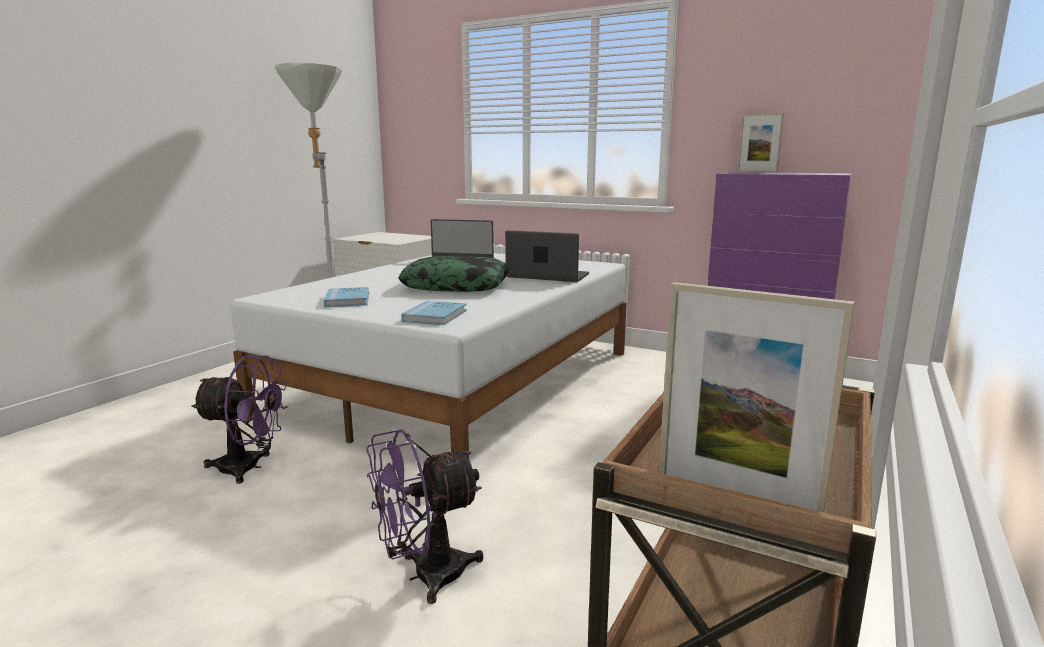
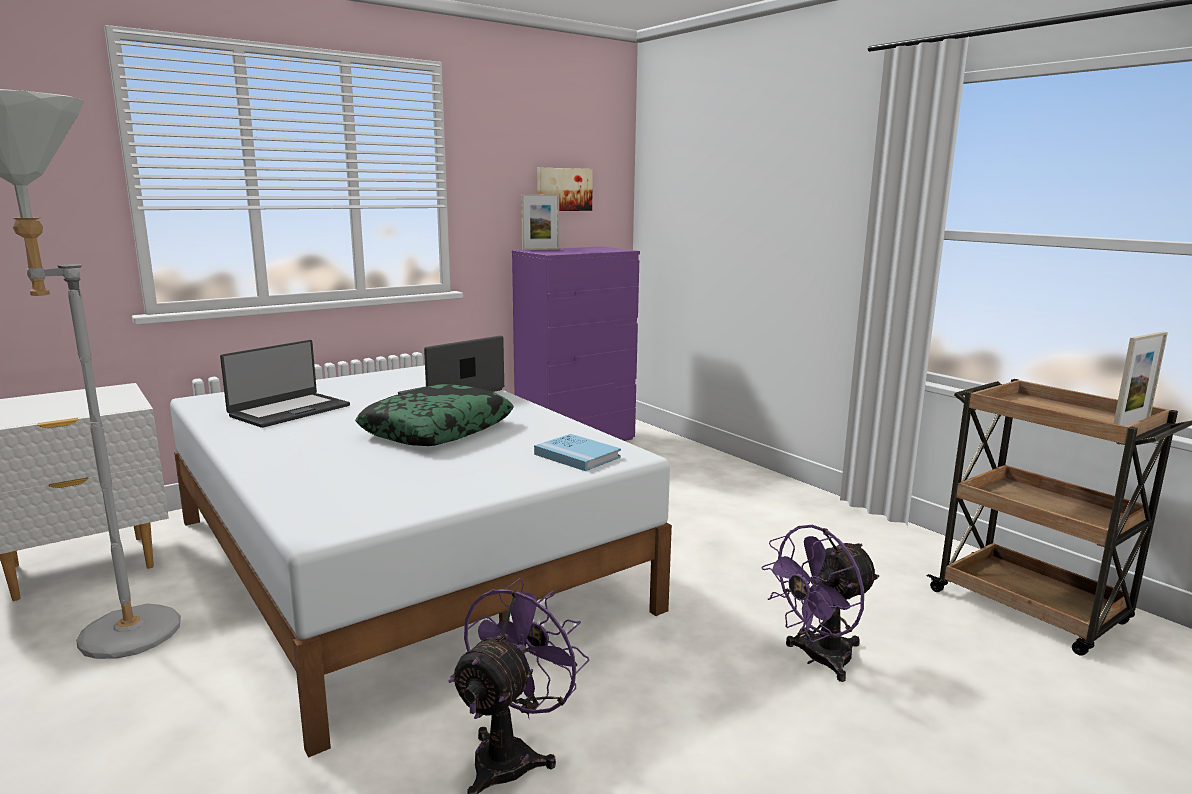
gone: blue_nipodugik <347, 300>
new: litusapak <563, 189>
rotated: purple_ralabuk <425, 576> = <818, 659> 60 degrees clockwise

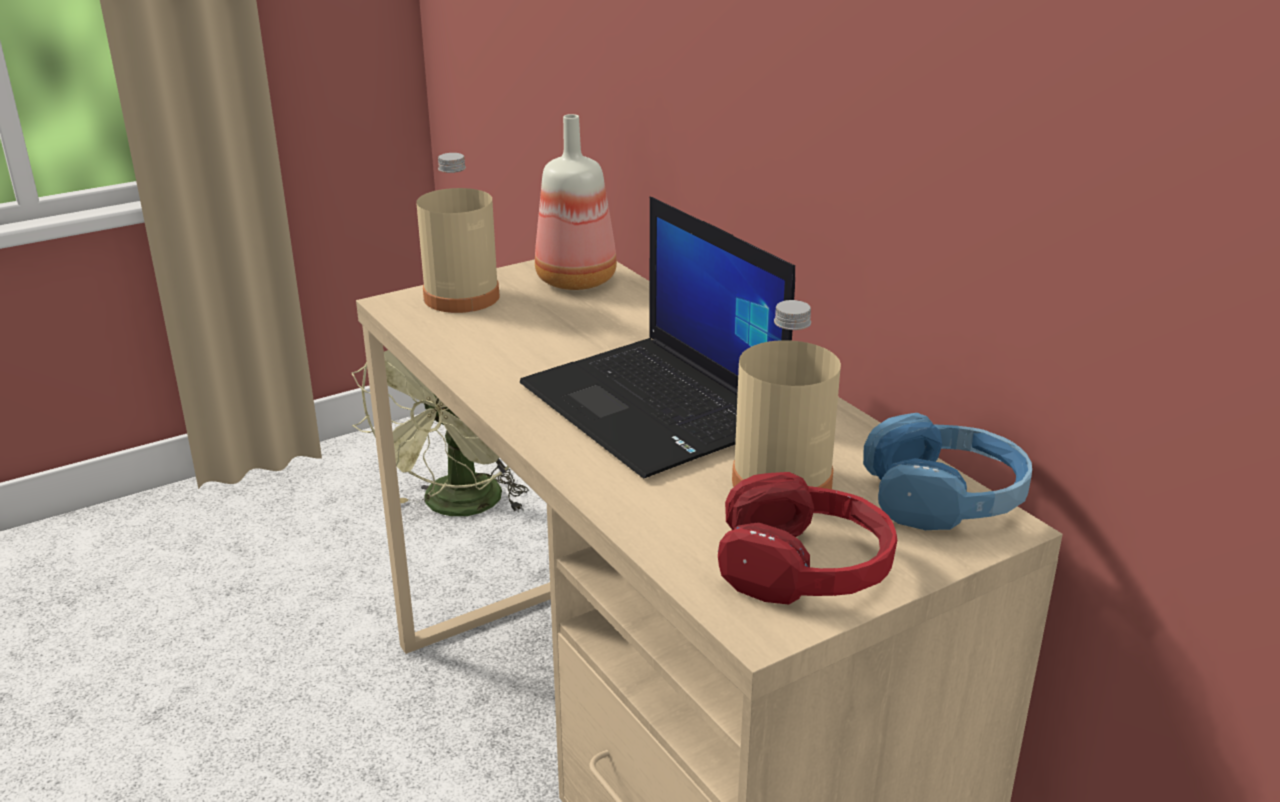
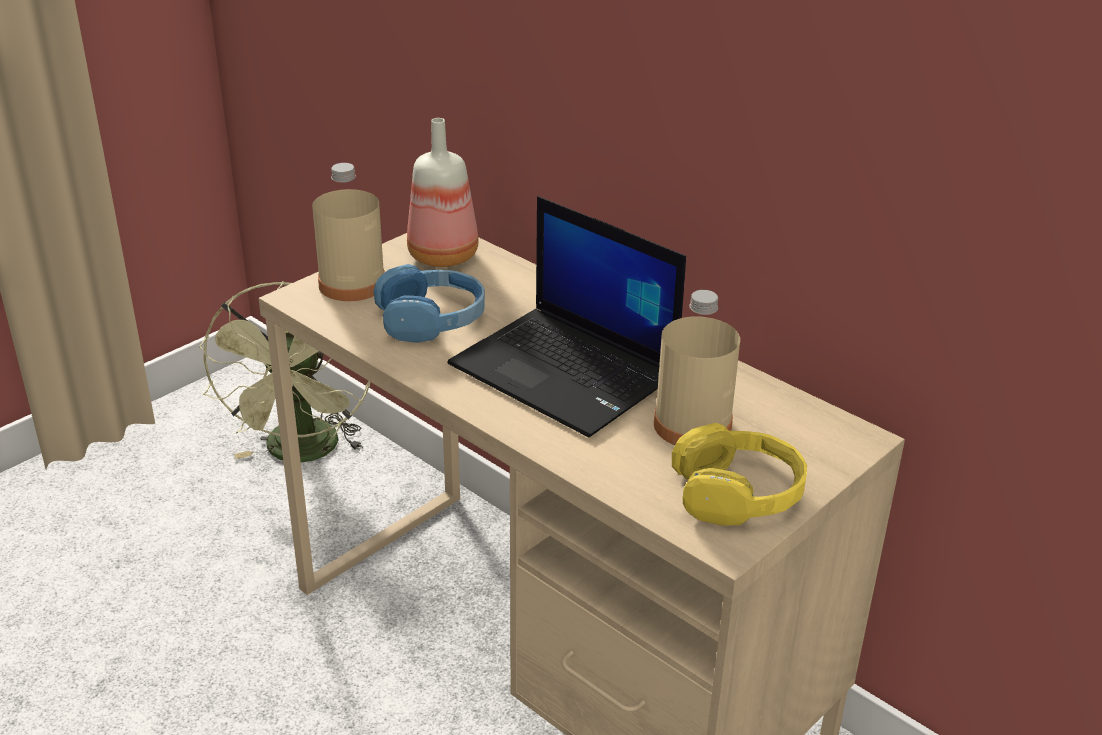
shifted: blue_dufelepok <945, 498> to <432, 319>
repainted: red_dufelepok <805, 568> to yellow_dufelepok <738, 494>

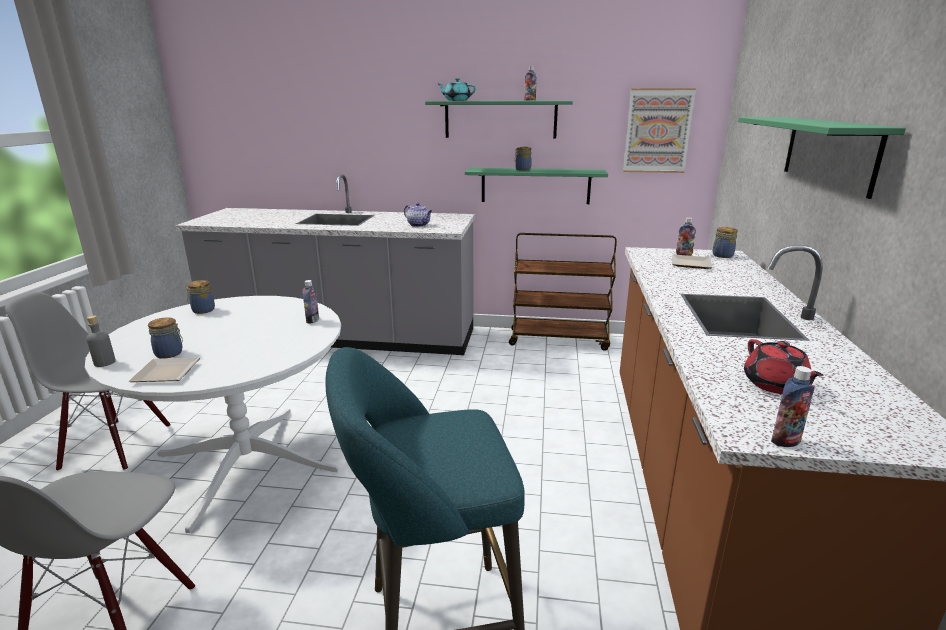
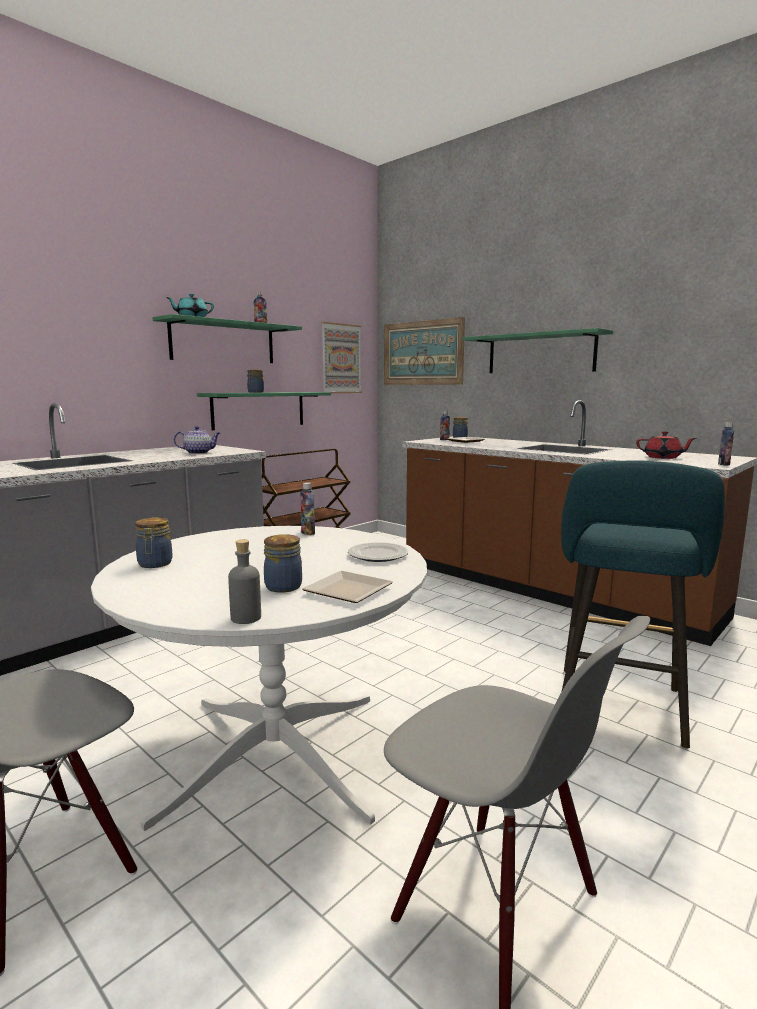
new: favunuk <378, 555>; litusapak <422, 353>

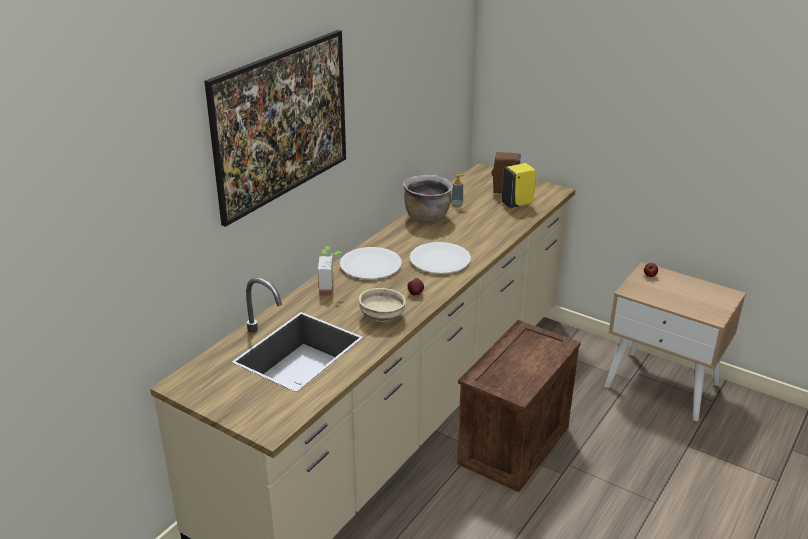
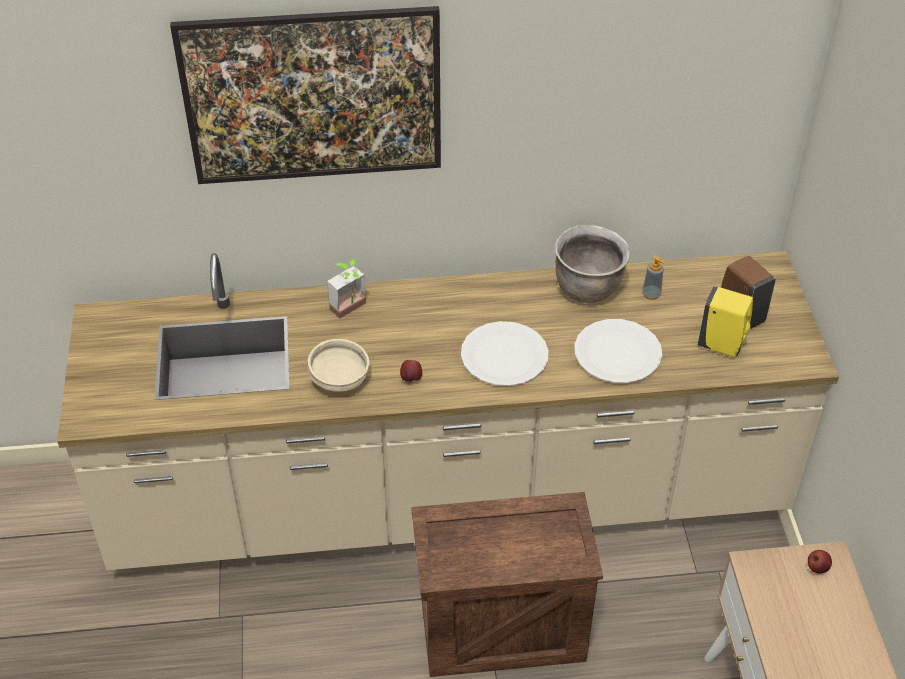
shifted: white_favunuk <371, 265> to <617, 353>

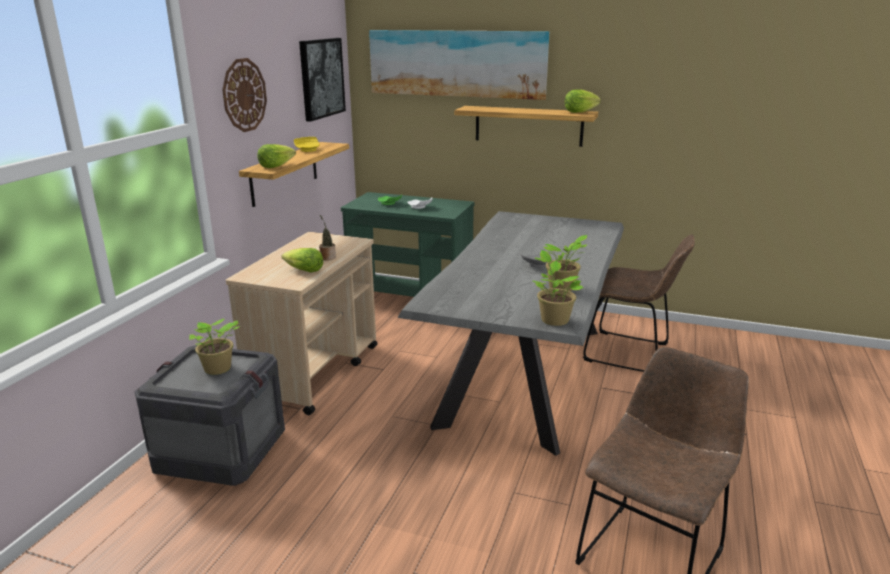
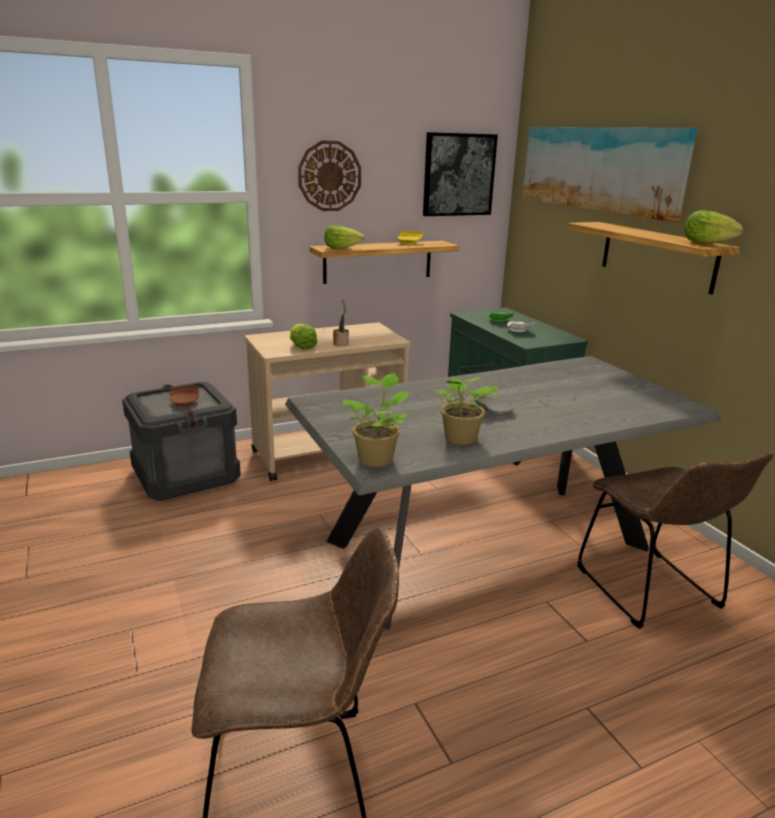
swapped: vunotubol <217, 370> to brown_favunuk <185, 402>

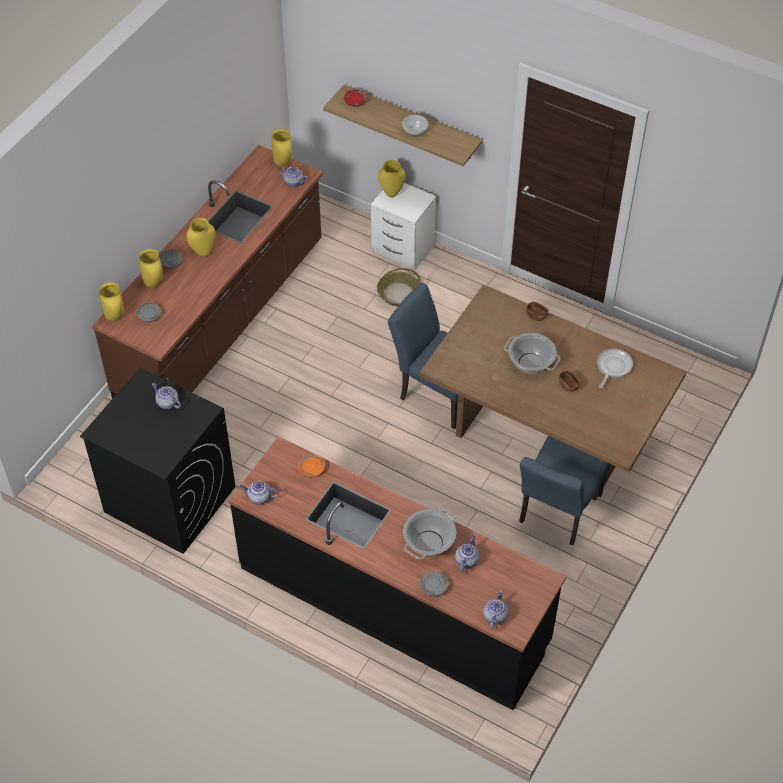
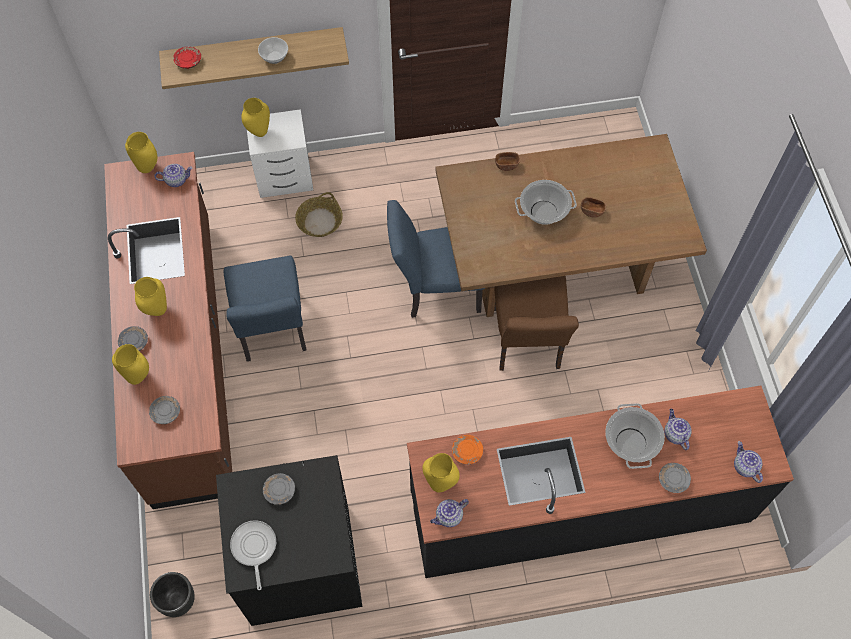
new: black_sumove <177, 601>; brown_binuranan <527, 344>
shifted: blue_binuranan <556, 513> to <272, 332>; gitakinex <613, 367> to <254, 548>; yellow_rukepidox <116, 317> to <440, 482>
swapped: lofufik <167, 403> to grey_favunuk <279, 491>

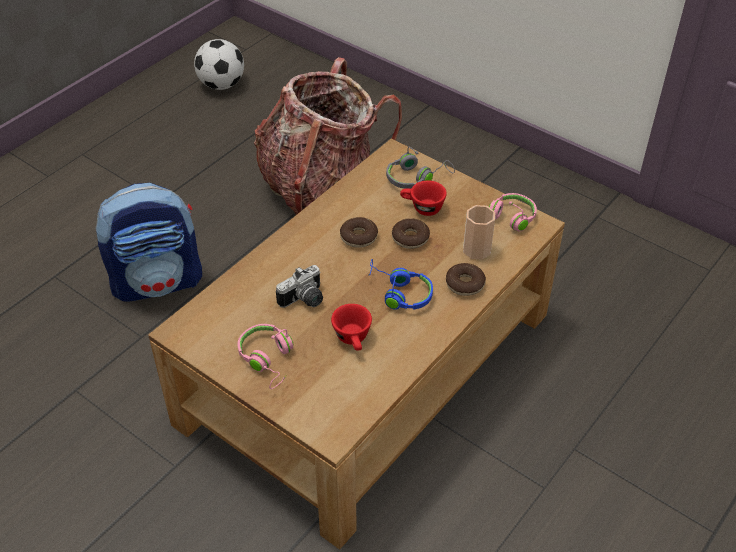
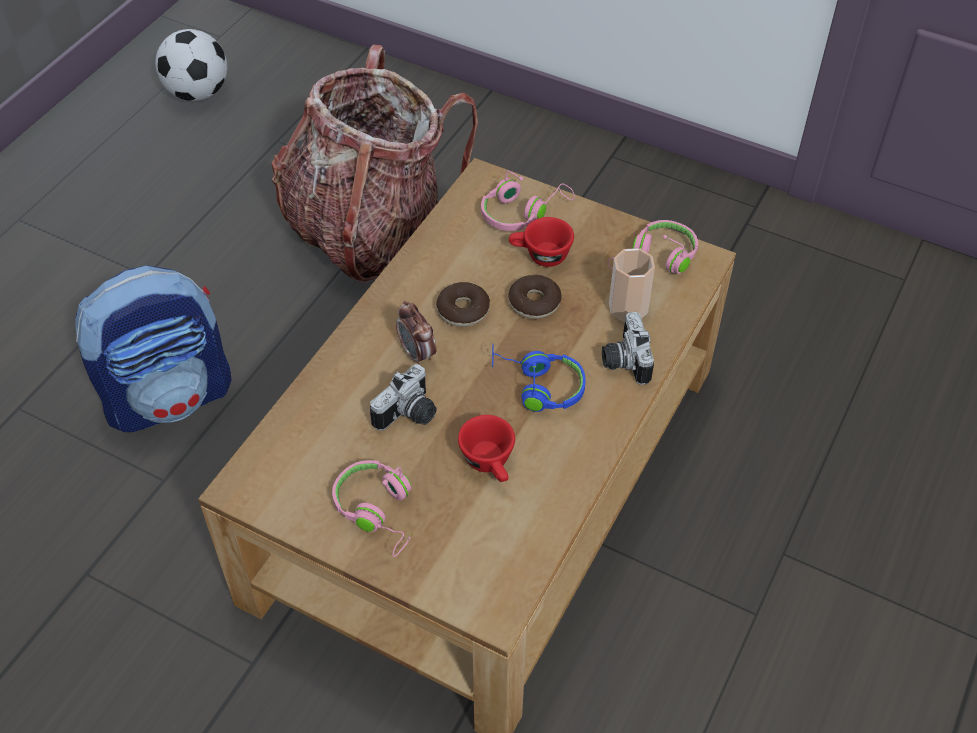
new: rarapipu <417, 354>
swapped: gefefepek <465, 284> to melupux <623, 360>
repainted: grey_dufelepok <416, 177> to pink_dufelepok <522, 212>

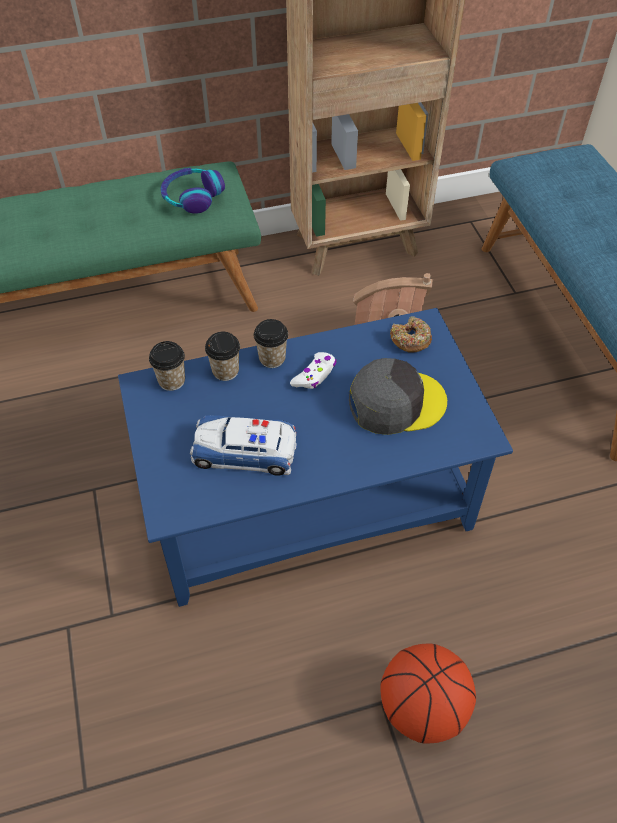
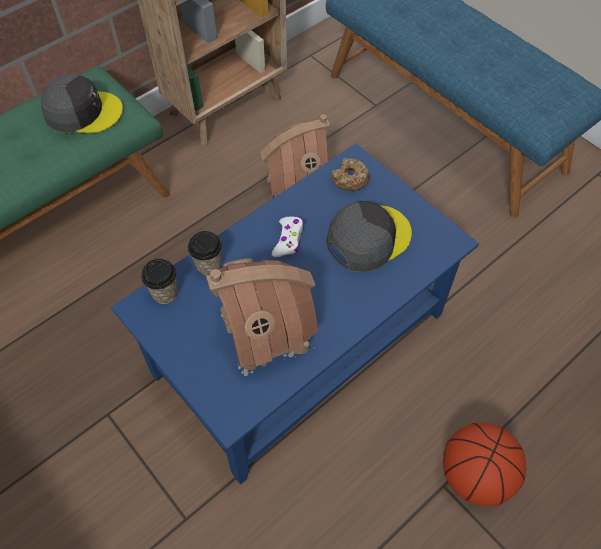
gone: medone <272, 358>
swapped: dufelepok <192, 197> to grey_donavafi <83, 111>; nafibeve <244, 450> to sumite <266, 331>

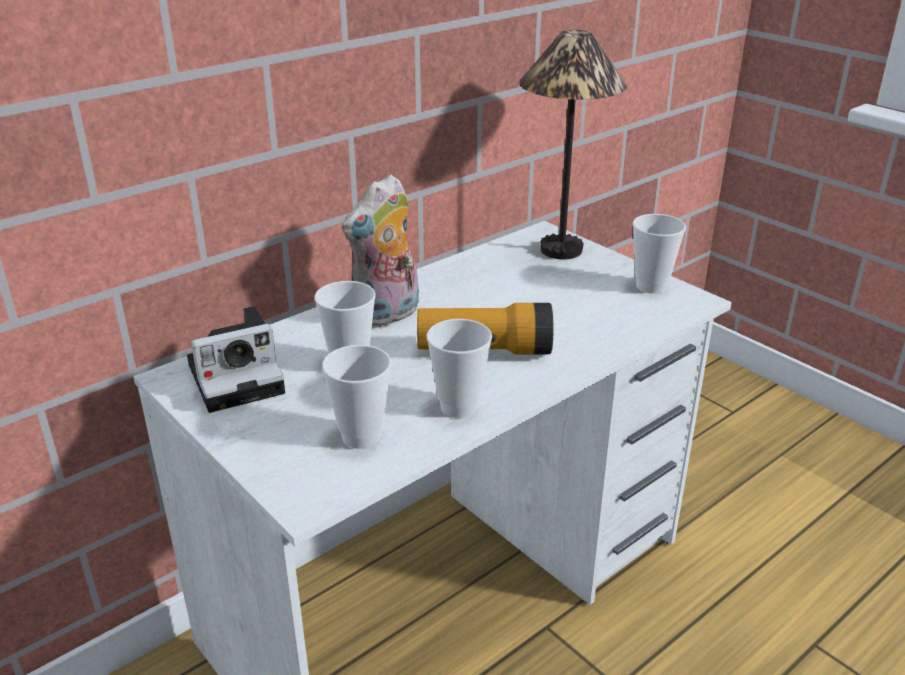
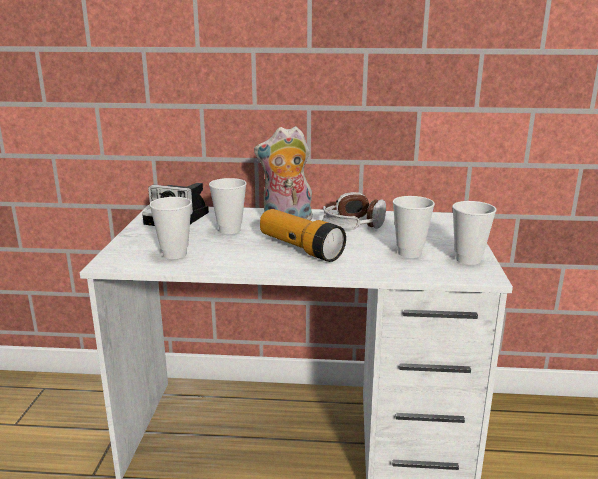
gone: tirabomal <560, 250>
new: dufelepok <353, 225>
shifted: medone <459, 407> to <409, 253>

